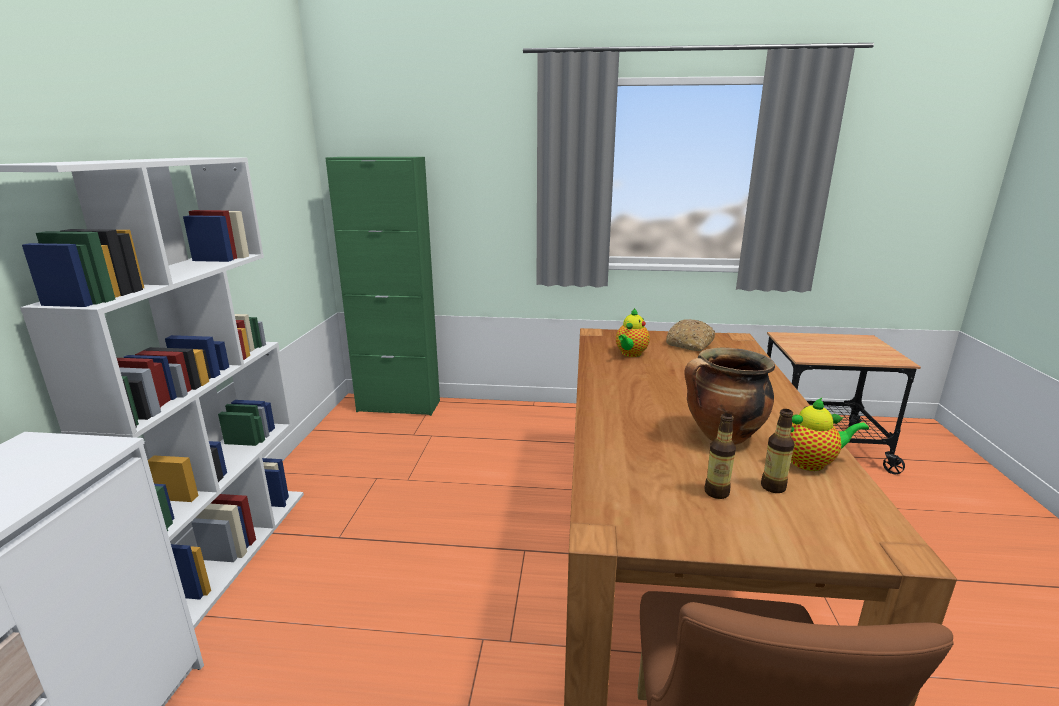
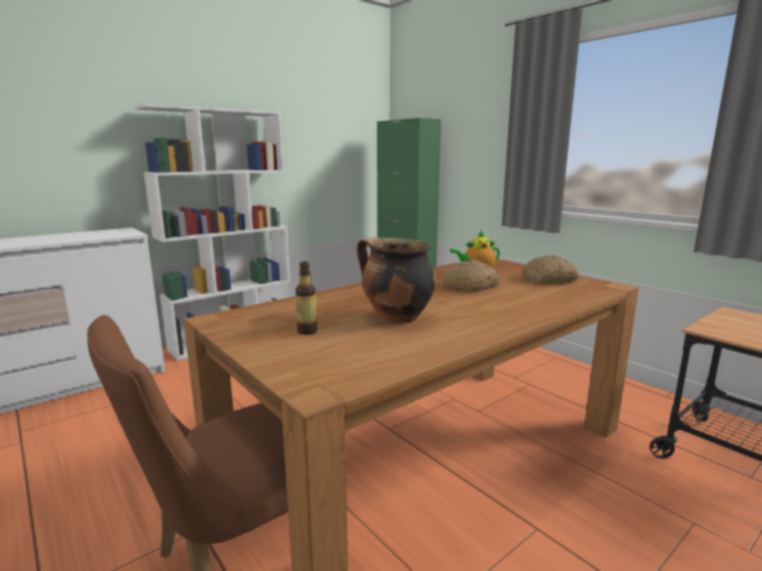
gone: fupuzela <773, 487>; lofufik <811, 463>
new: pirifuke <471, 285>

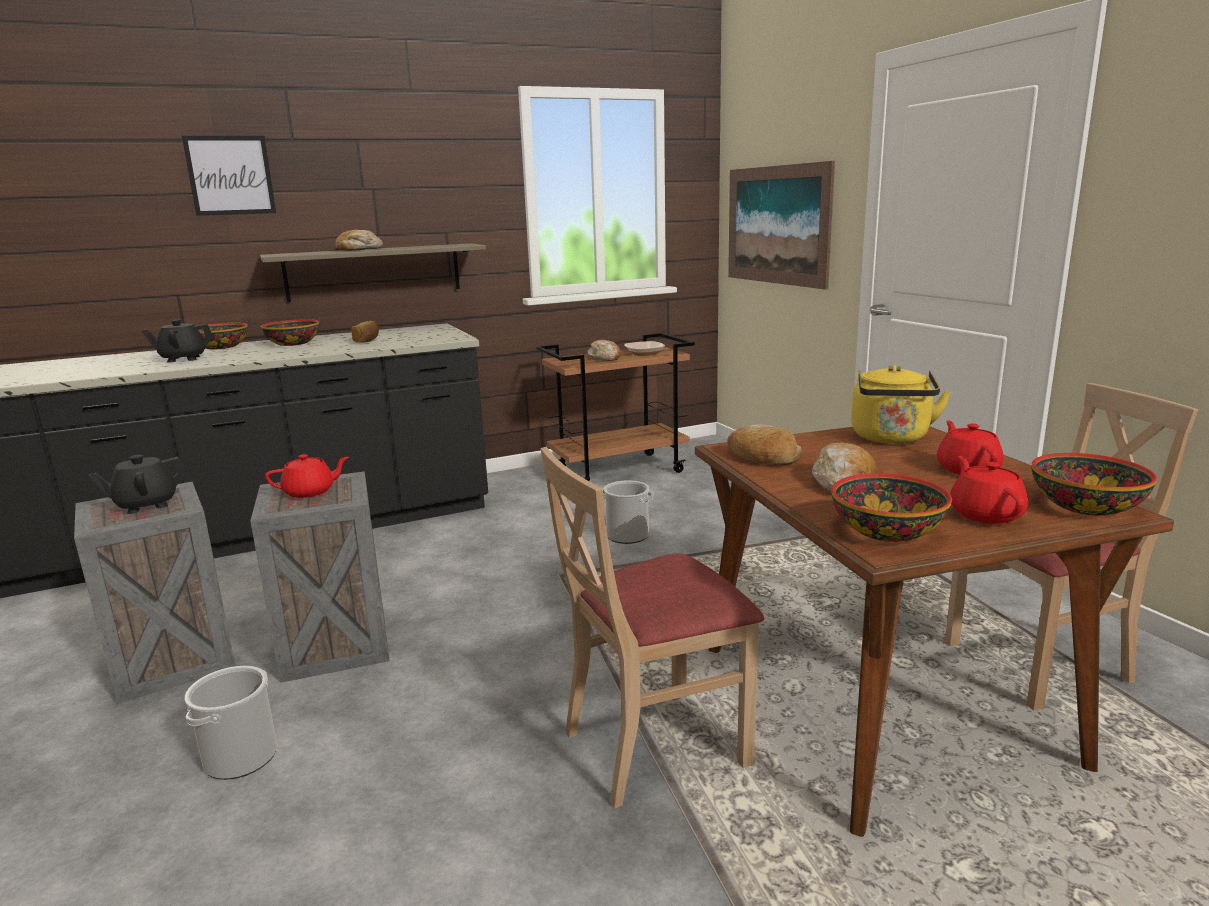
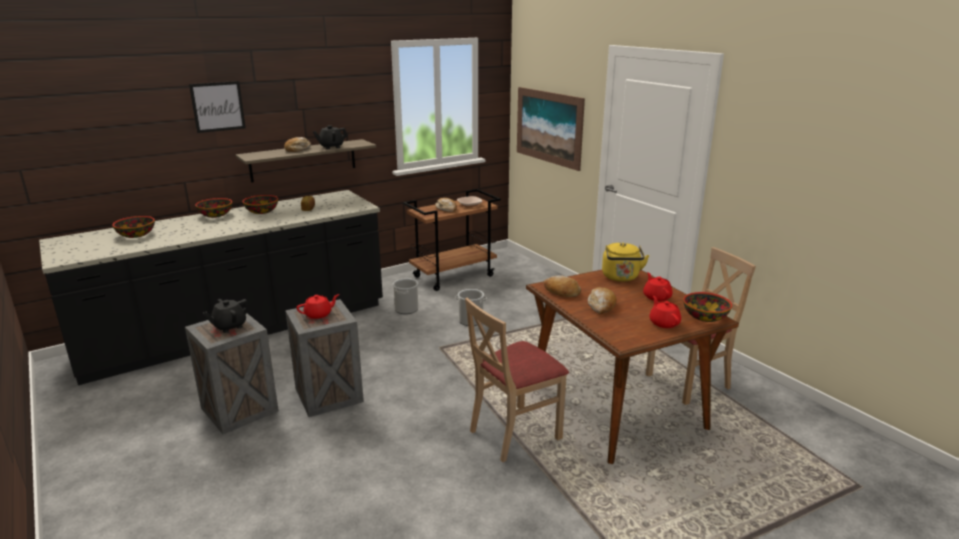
shifted: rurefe <885, 531> to <136, 235>; black_lofufik <183, 359> to <331, 147>; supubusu <241, 757> to <406, 309>

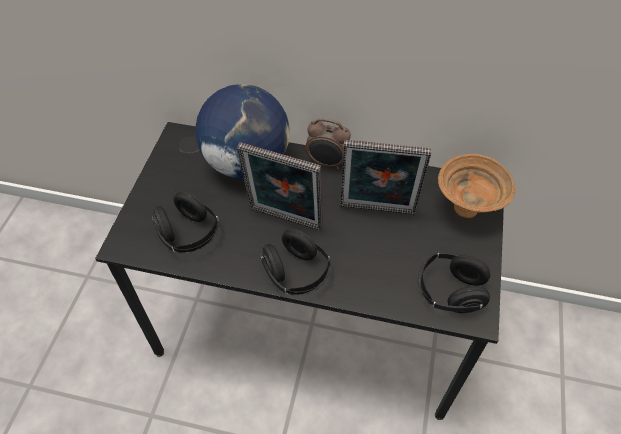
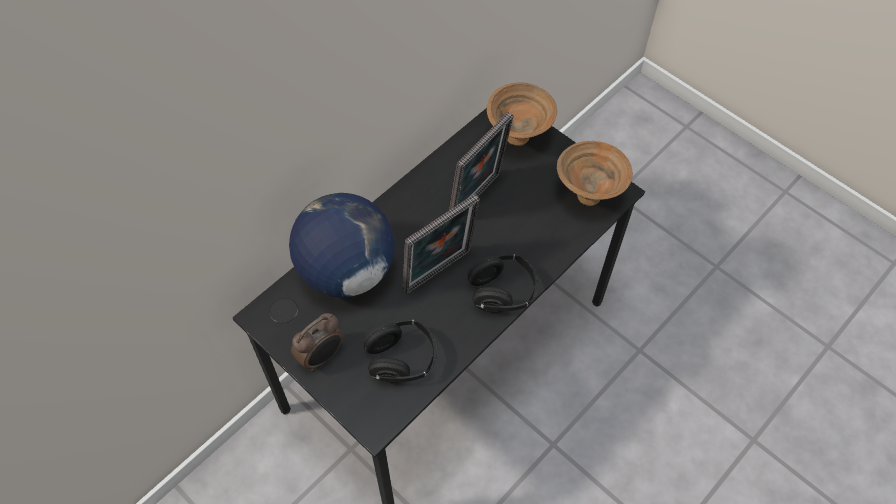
shifted: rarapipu <327, 163> to <321, 356>
swapped: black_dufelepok <449, 292> to brown_rurefe <586, 195>

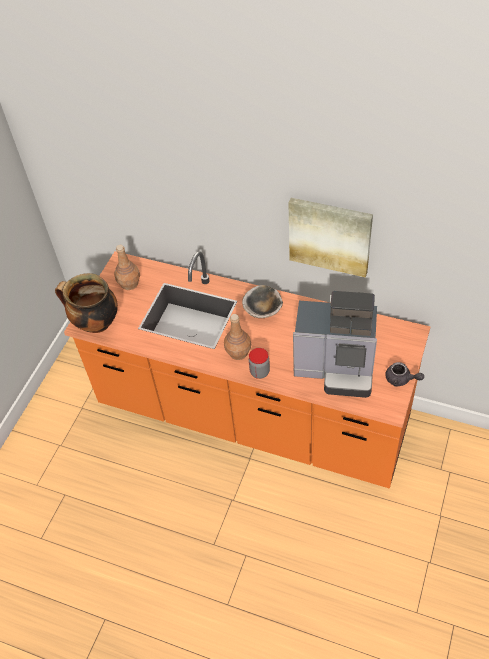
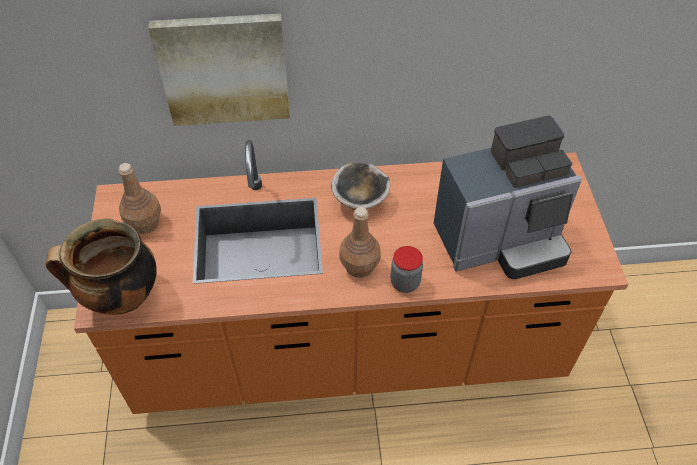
gone: grey_lofufik <401, 379>
shifted: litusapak <330, 235> to <224, 69>

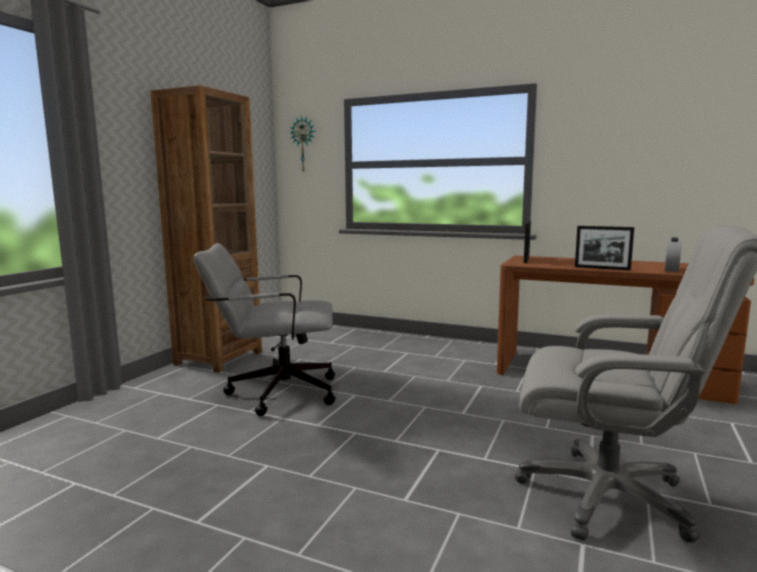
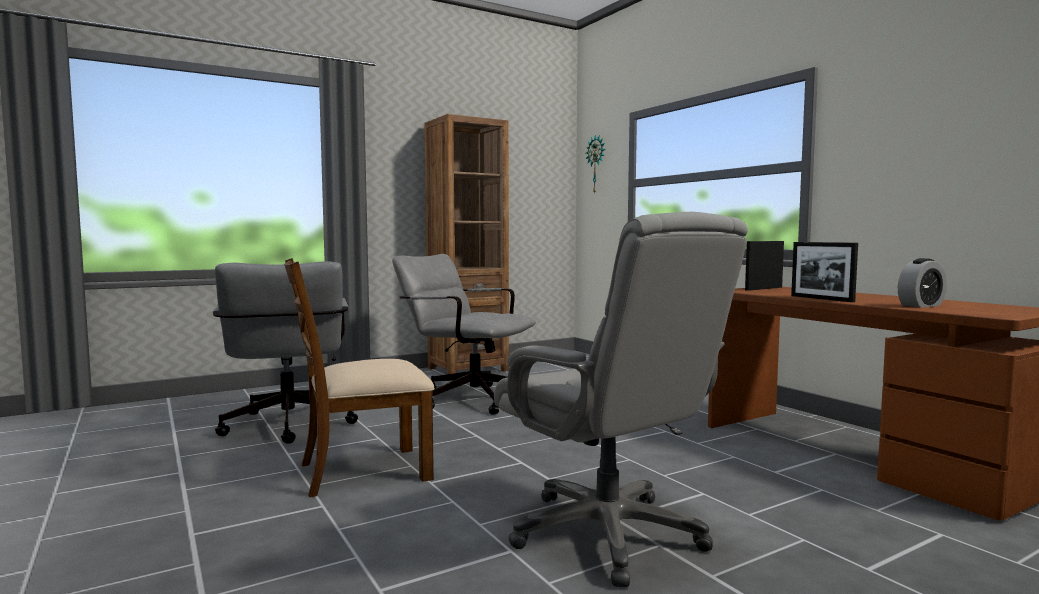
new: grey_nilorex <288, 428>; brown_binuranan <362, 471>

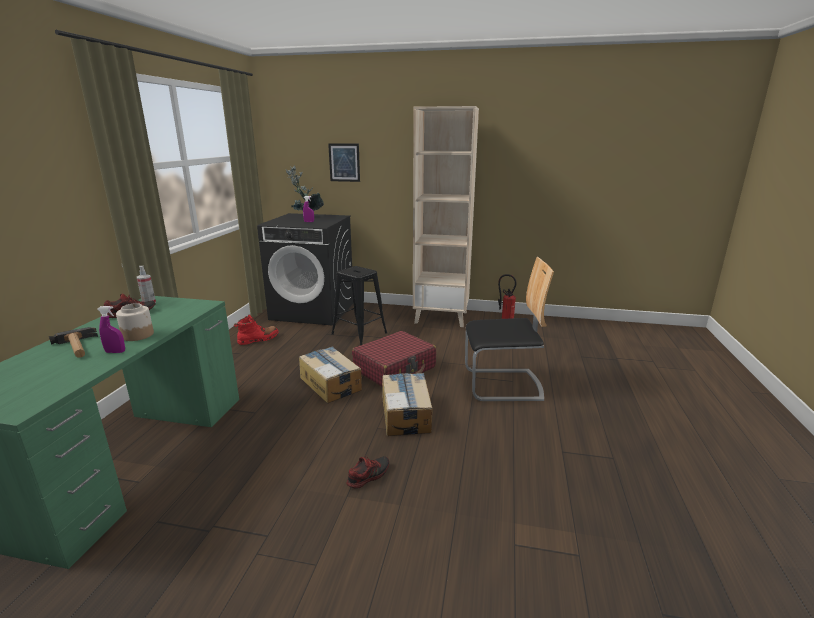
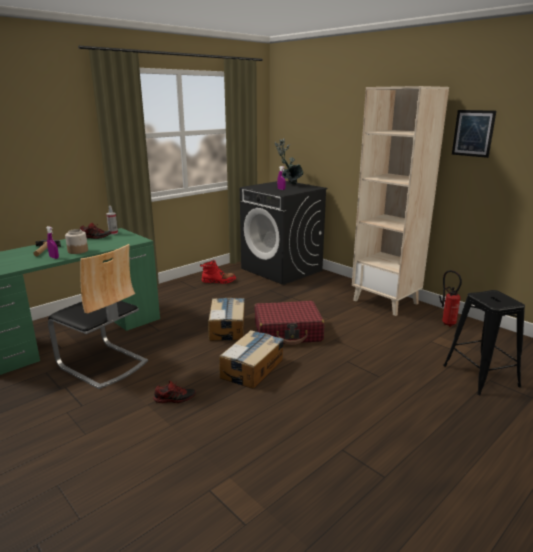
shifted: binuranan <502, 385> to <102, 364>; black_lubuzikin <359, 333> to <480, 375>; litusapak <344, 162> to <473, 133>

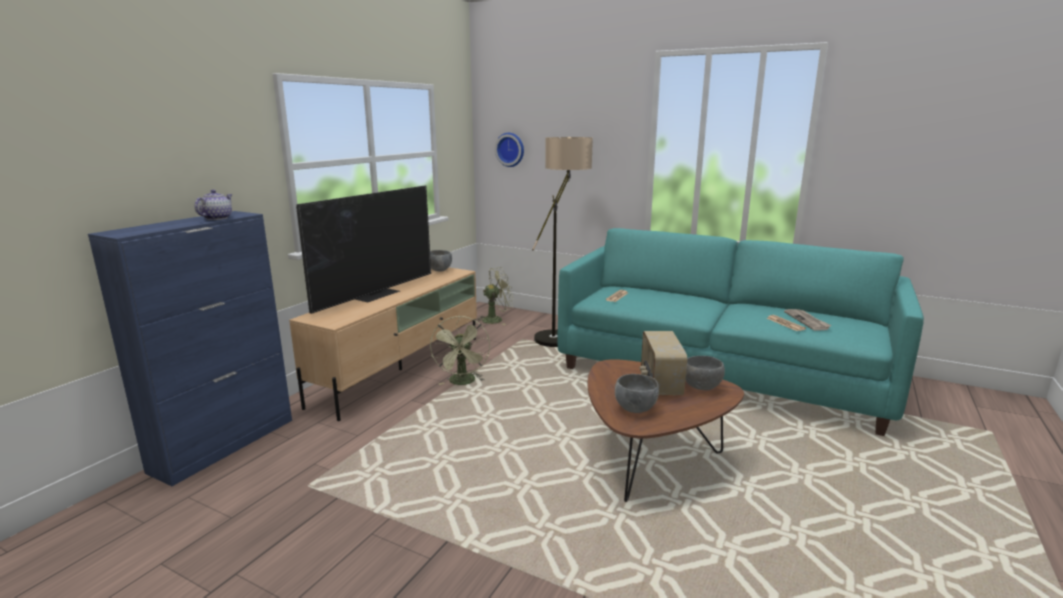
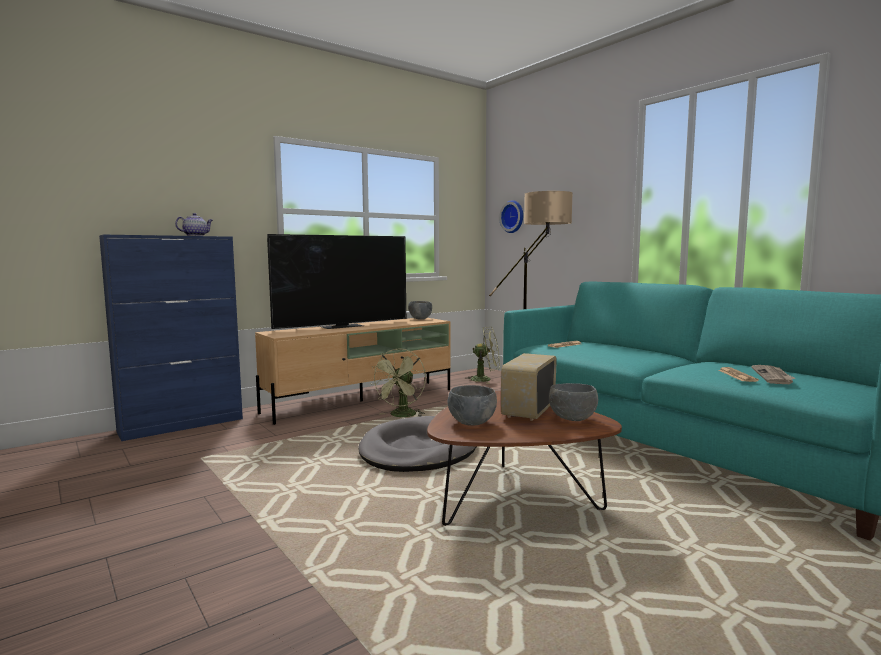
new: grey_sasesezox <418, 450>

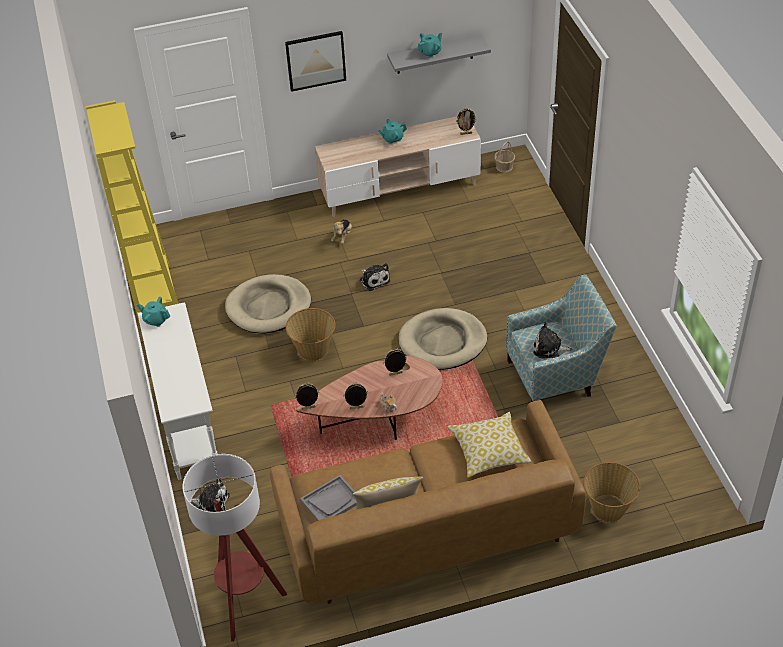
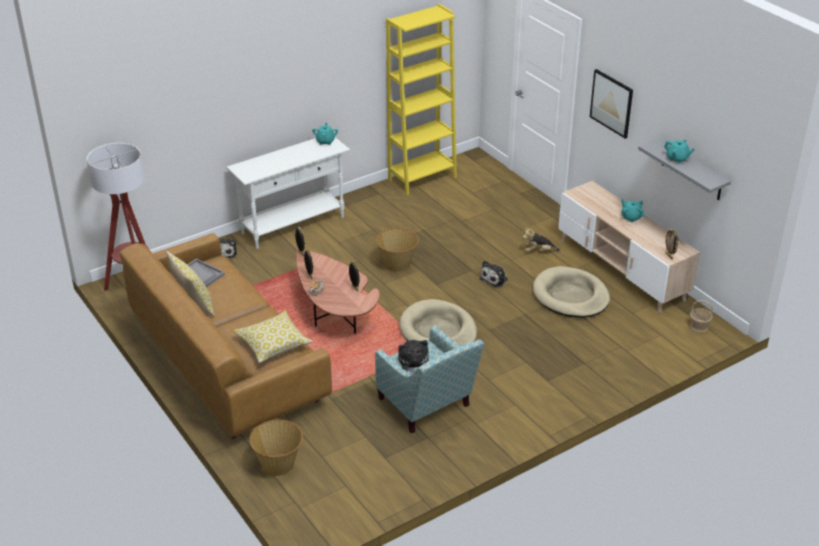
shifted: beige_sasesezox <268, 307> to <570, 296>

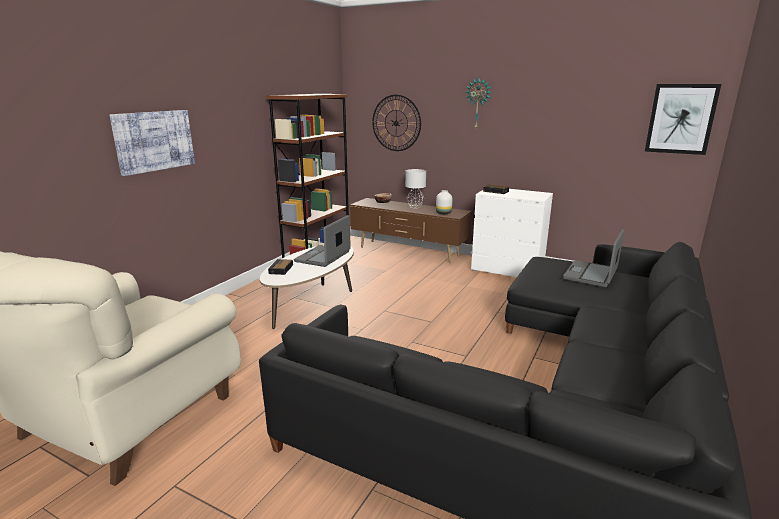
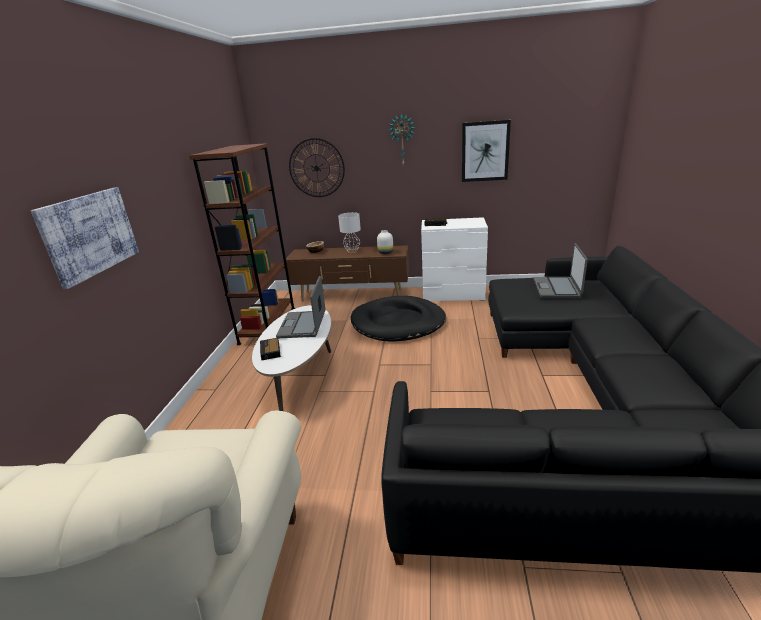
new: black_sasesezox <398, 322>
shifted: litusapak <681, 119> to <485, 151>

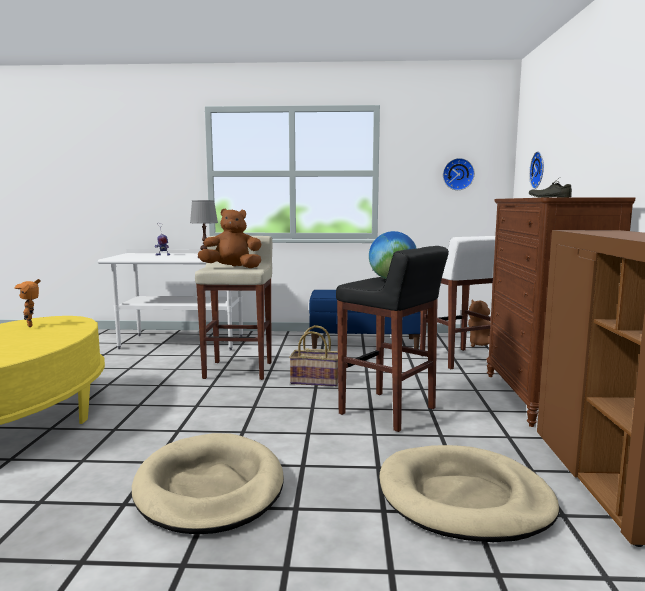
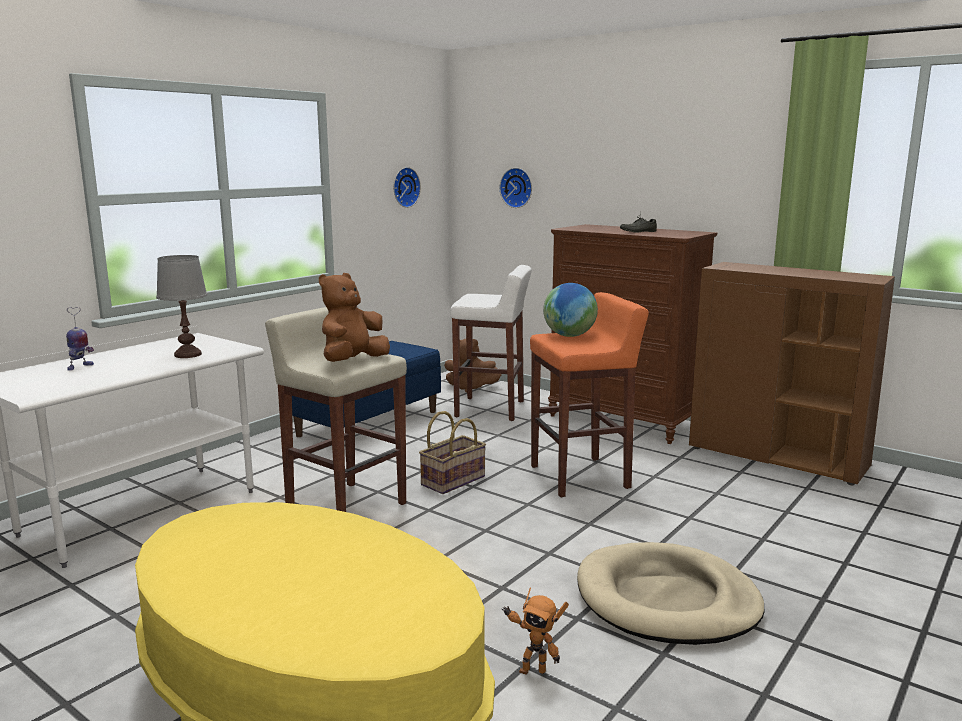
gone: beige_sasesezox <464, 498>
shifted: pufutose <32, 325> to <532, 669>
repainted: black_lubuzikin <389, 411> to orange_lubuzikin <581, 477>

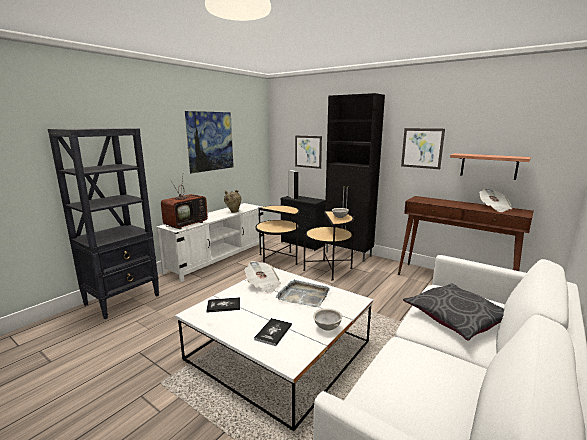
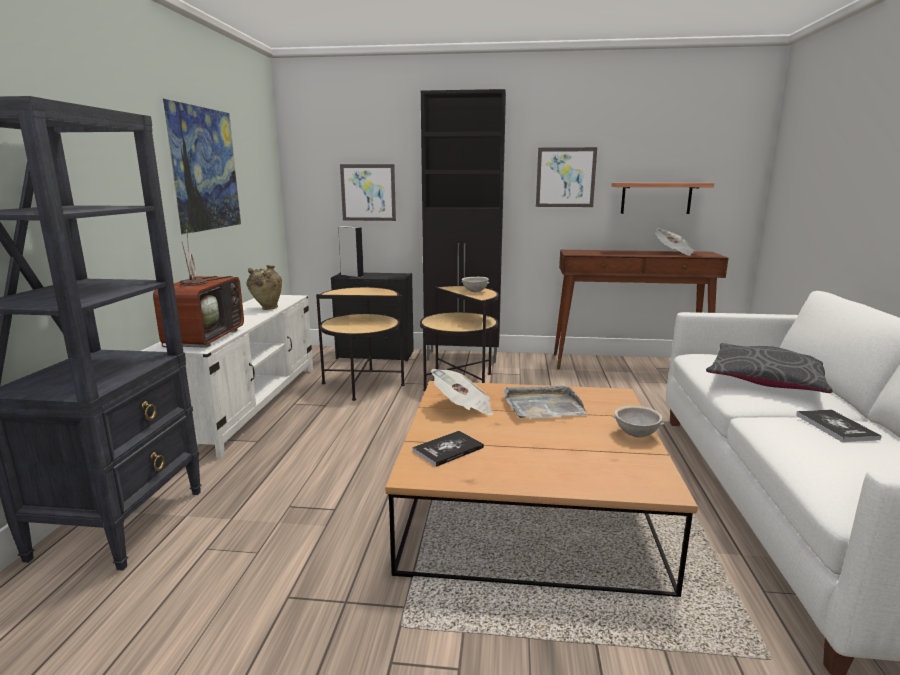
shifted: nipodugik <273, 332> to <836, 427>
repainted: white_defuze <279, 350> to brown_defuze <528, 506>

